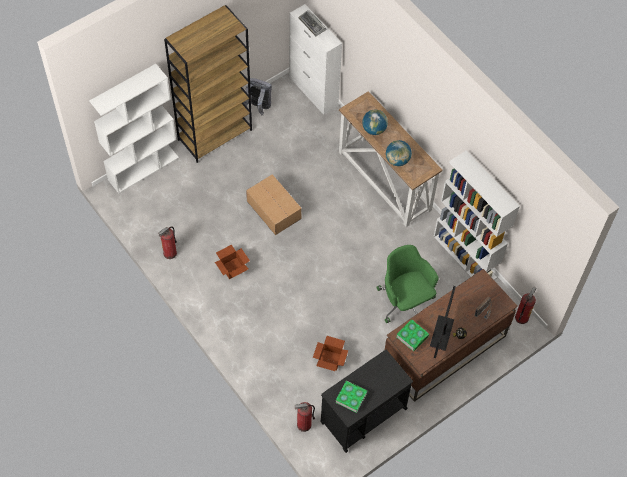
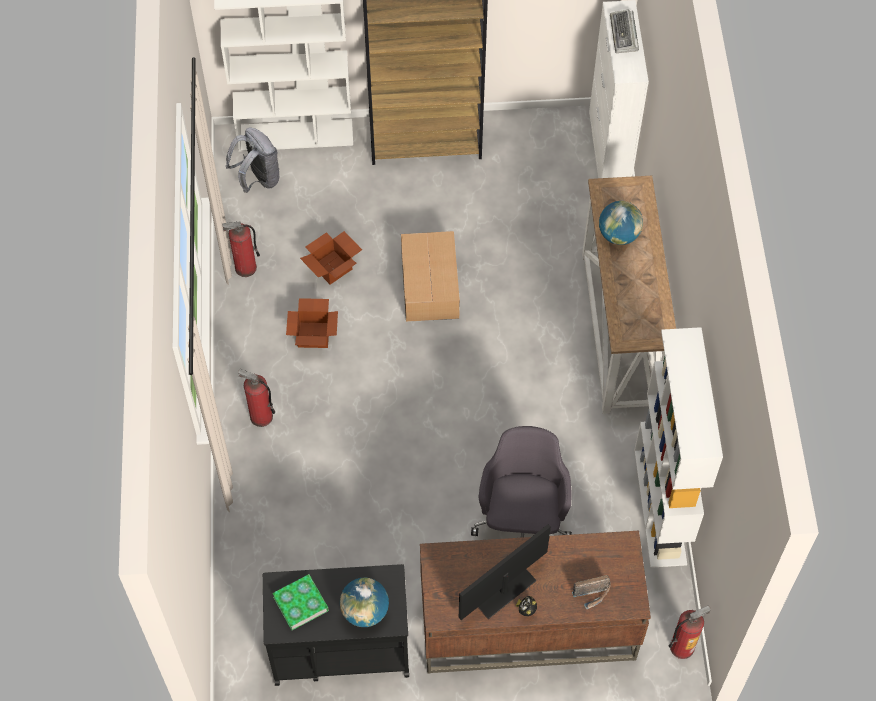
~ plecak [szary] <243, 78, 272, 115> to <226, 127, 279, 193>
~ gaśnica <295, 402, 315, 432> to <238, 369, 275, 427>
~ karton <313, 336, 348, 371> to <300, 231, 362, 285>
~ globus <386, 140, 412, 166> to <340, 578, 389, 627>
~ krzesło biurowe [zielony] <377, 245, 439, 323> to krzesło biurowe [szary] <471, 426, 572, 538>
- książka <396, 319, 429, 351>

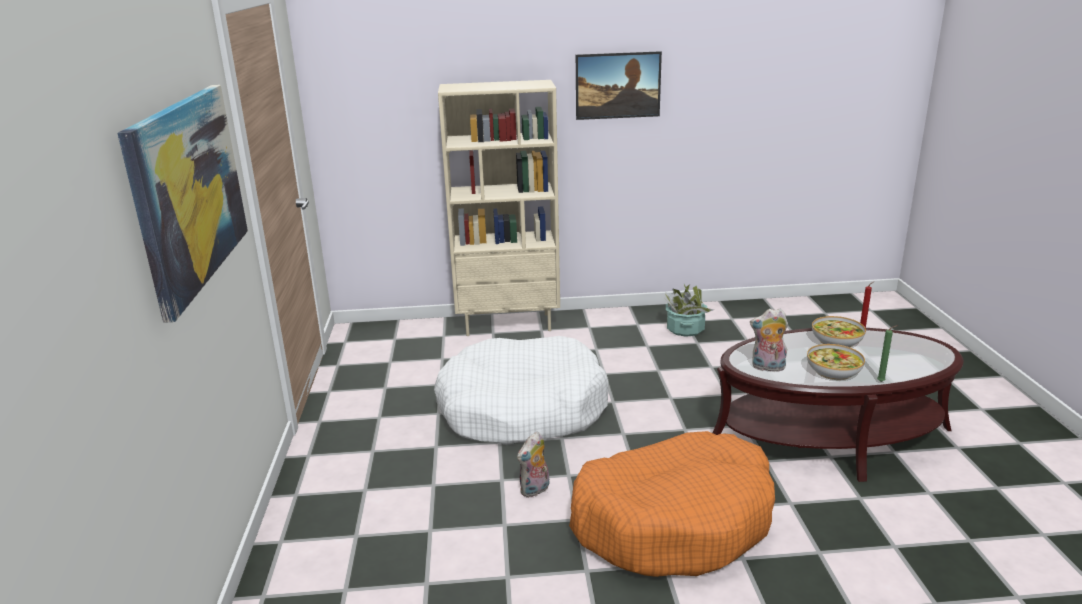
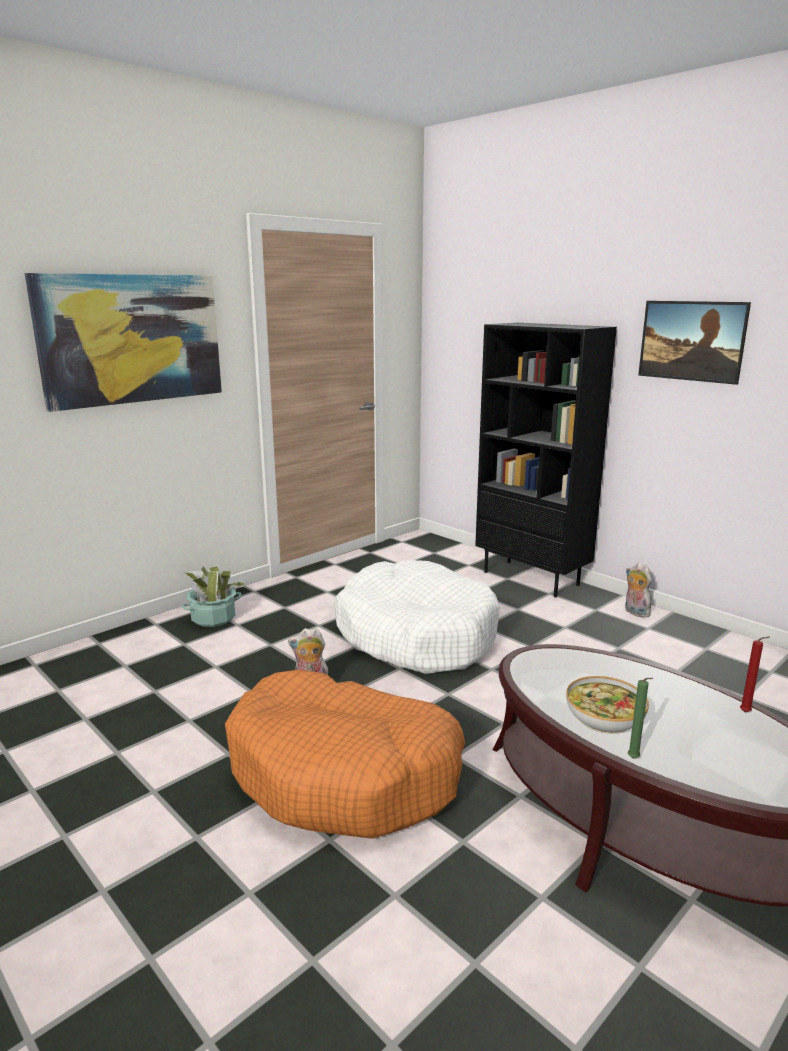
~ roślina doniczkowa <664, 284, 714, 337> to <182, 565, 245, 627>
~ regał [beżowy] <438, 80, 560, 336> to regał [czarny] <475, 323, 617, 597>
~ pluszak <750, 309, 788, 371> to <625, 563, 654, 618>
- miska <812, 316, 866, 347>

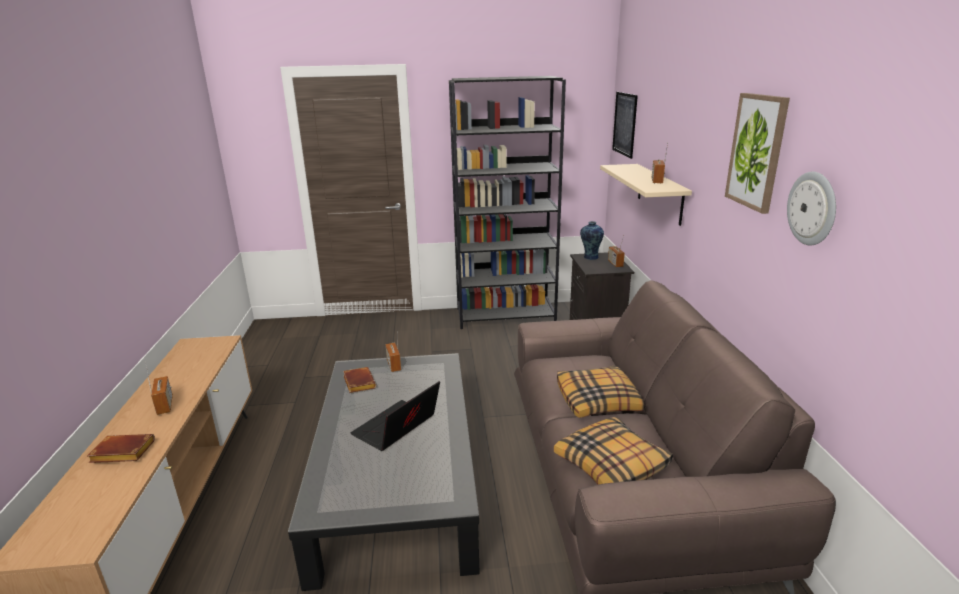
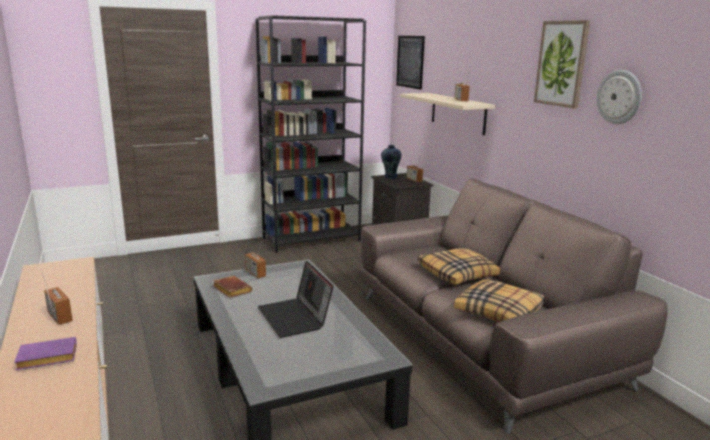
~ książka [brązowy] <87, 434, 155, 463> to książka [fioletowy] <14, 337, 77, 370>
~ laptop <351, 381, 440, 451> = <258, 261, 334, 338> 45 degrees counterclockwise

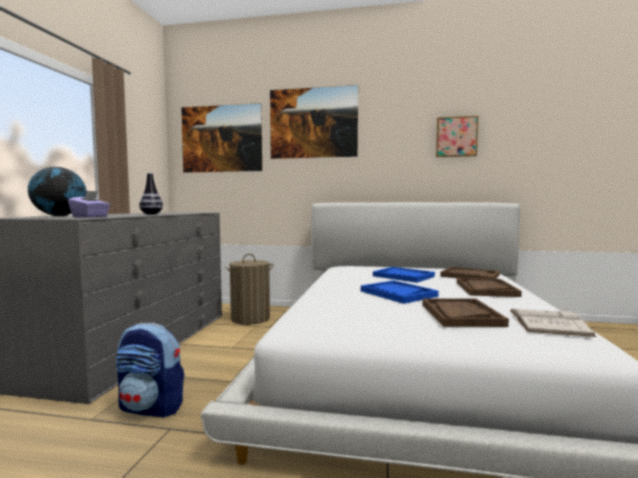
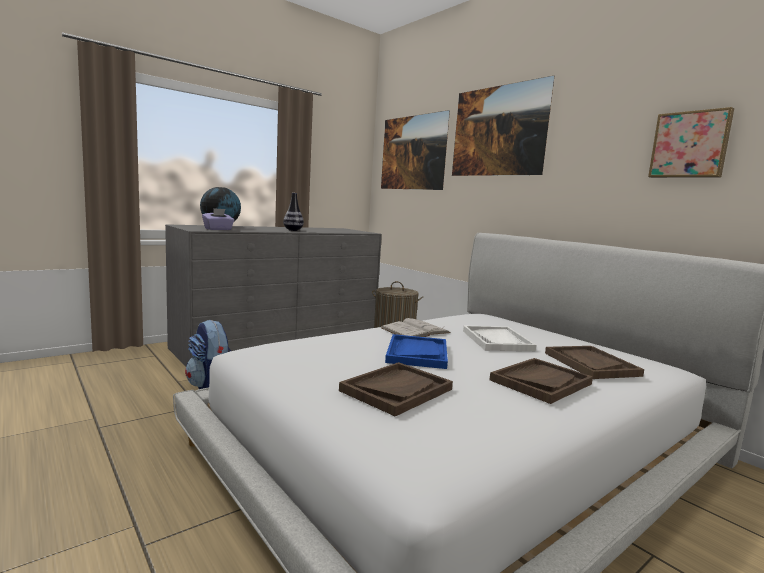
~ książka [biały] <510, 308, 596, 337> to <381, 318, 451, 337>
~ taca [niebieski] <373, 267, 435, 283> to taca [biały] <463, 326, 537, 351>

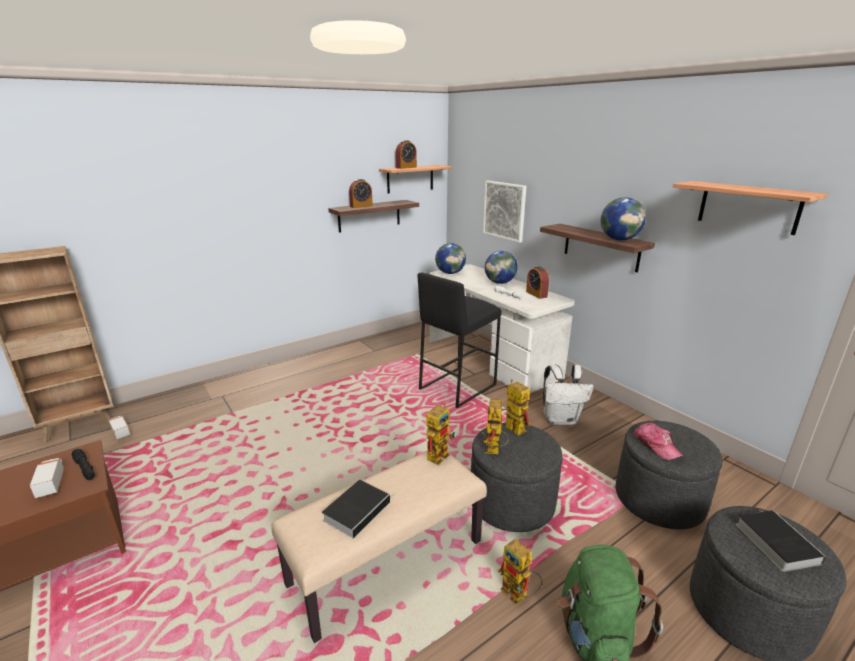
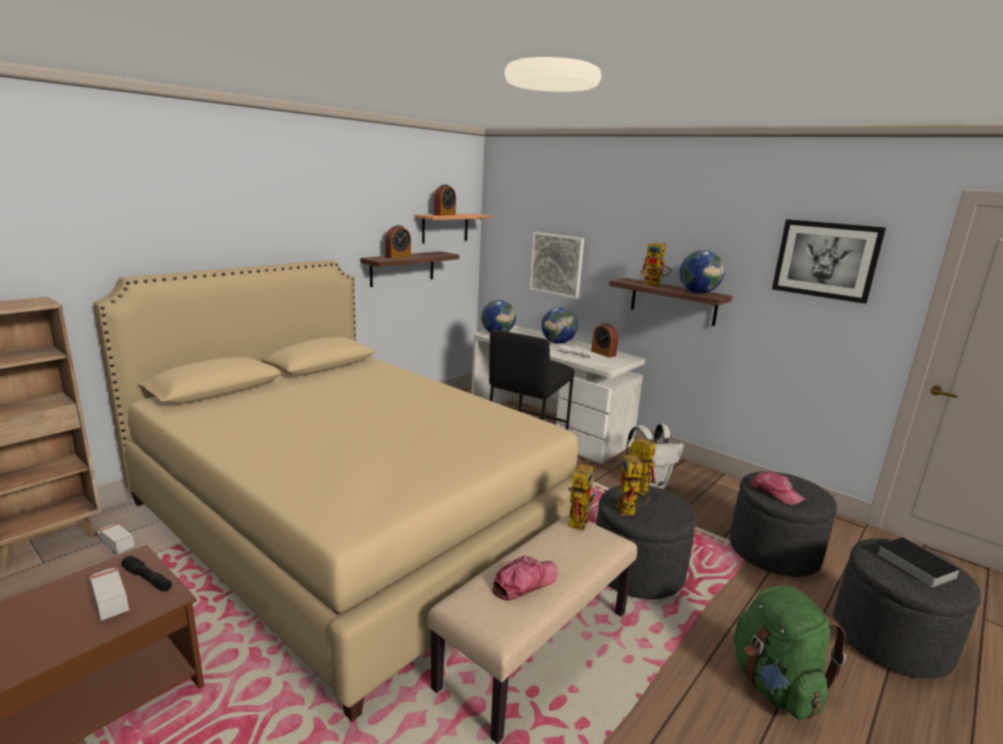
+ łóżko [beżowy] <93, 260, 593, 722>
~ książka <322, 480, 394, 538> to czapka z daszkiem <492, 556, 558, 601>
~ robot zabawkowy <498, 539, 543, 605> to <640, 243, 671, 287>
~ półka <673, 181, 828, 235> to obraz <772, 219, 886, 304>

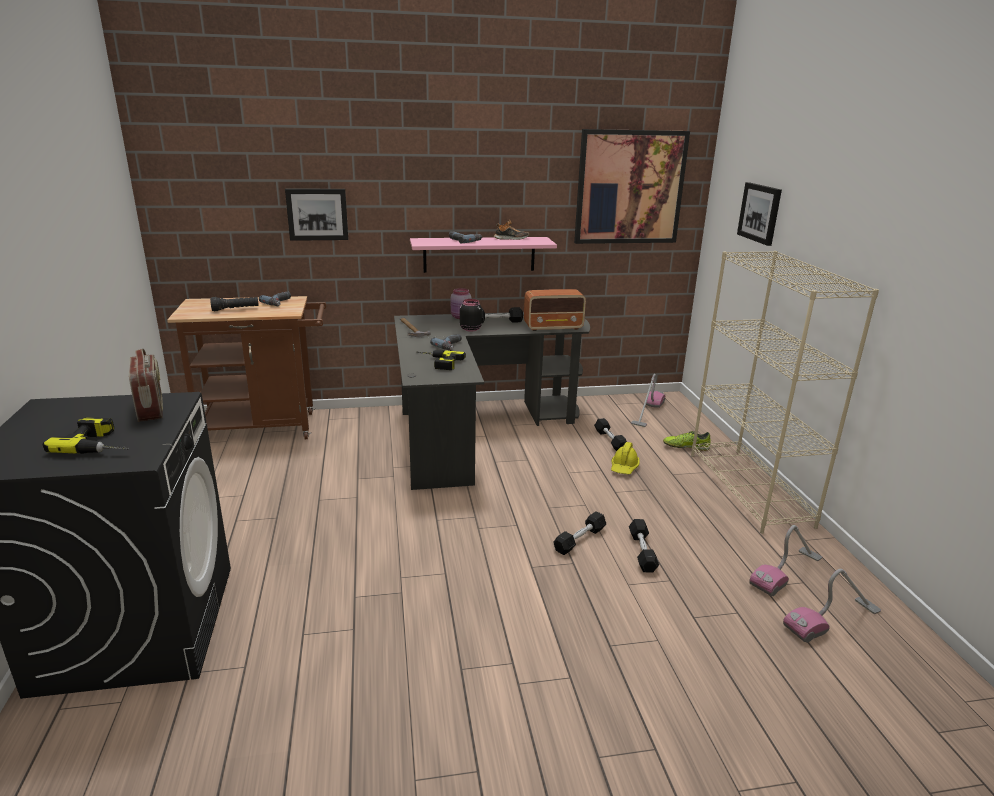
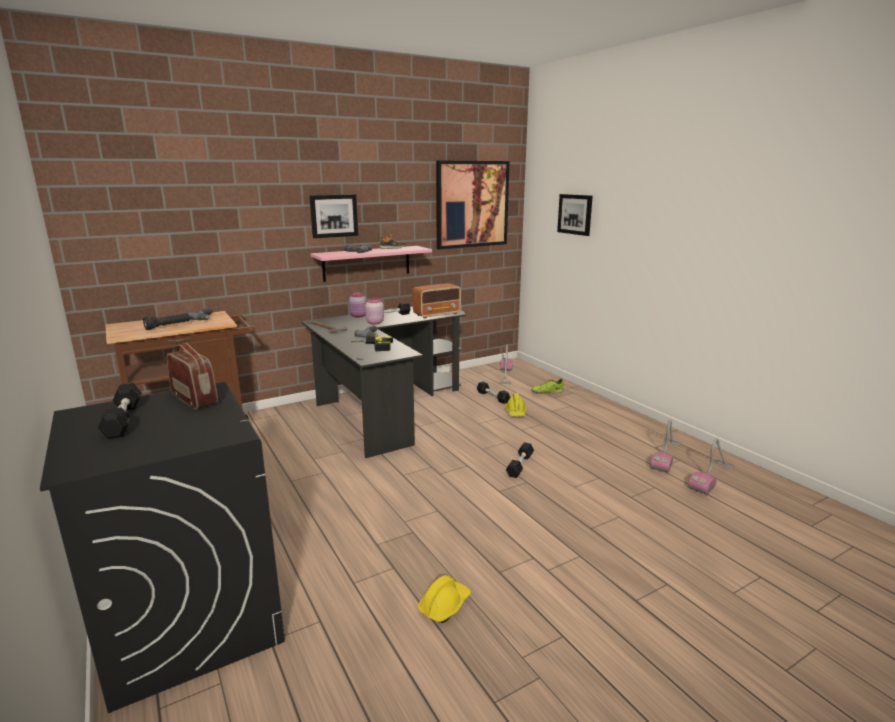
~ hantel [czarny] <629, 519, 659, 573> to <98, 383, 142, 439>
~ obraz <285, 189, 348, 241> to <310, 194, 358, 238>
~ słoik [czarny] <460, 299, 482, 332> to słoik [różowy] <365, 298, 384, 324>
+ kask [żółty] <417, 575, 471, 623>
- wiertarka <43, 417, 129, 454>
- regał [beżowy] <691, 251, 879, 534>

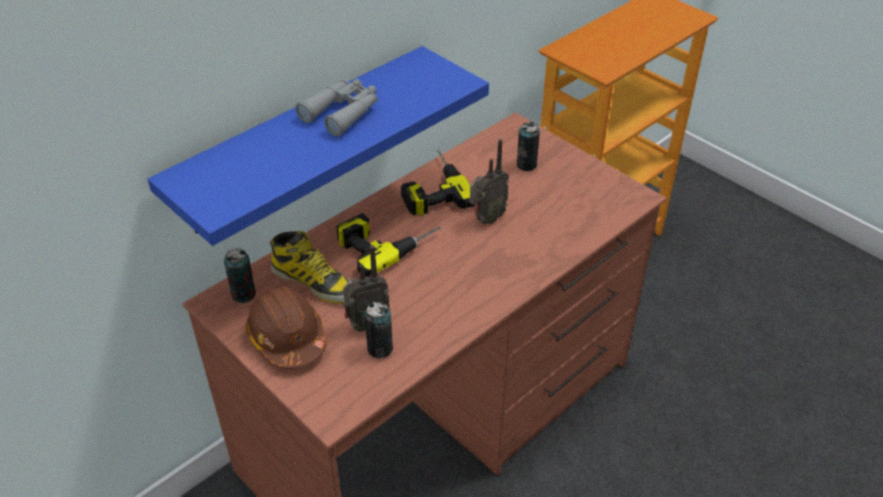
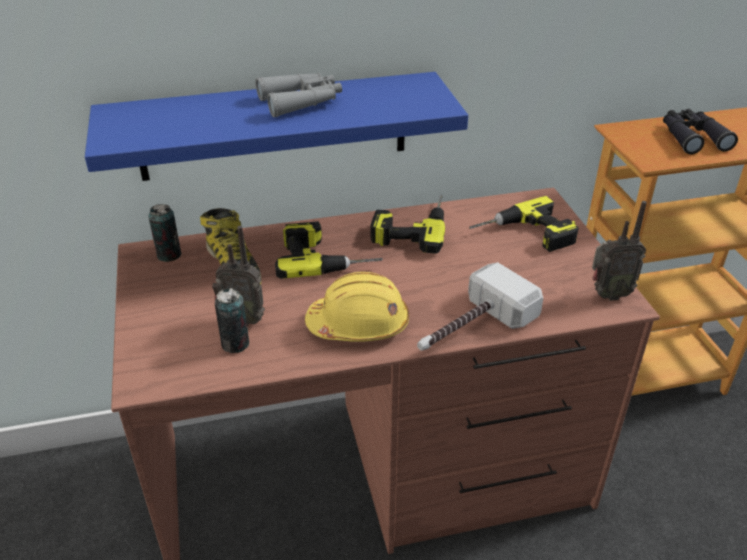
+ kask [żółty] <305, 272, 409, 342>
+ młotek <417, 262, 543, 351>
~ puszka <517, 122, 540, 171> to wiertarka <469, 196, 579, 252>
~ radio <470, 139, 509, 224> to <592, 201, 647, 301>
+ lornetka [czarny] <663, 109, 738, 154>
- kask [brązowy] <246, 286, 327, 370>

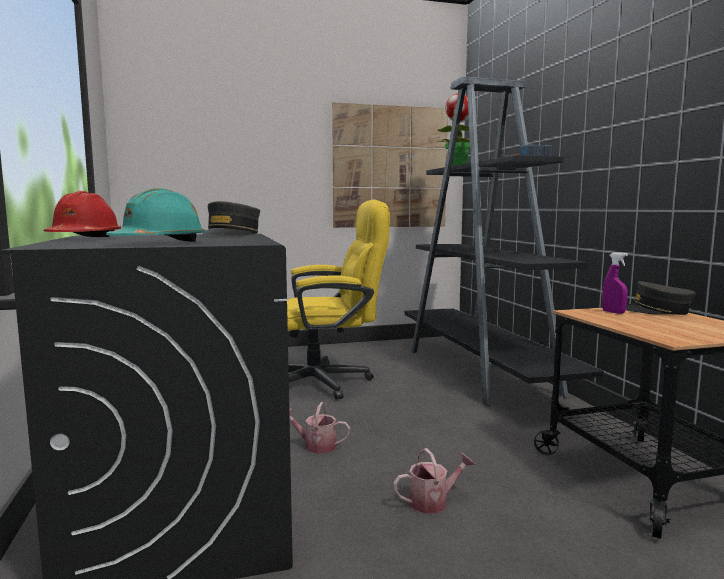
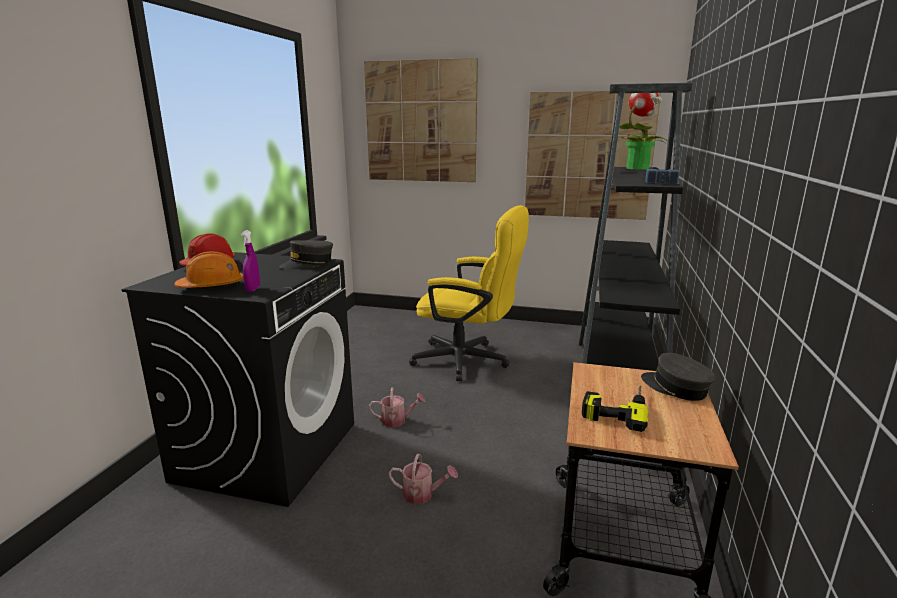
~ kask [turkusowy] <106, 188, 206, 242> to kask [pomarańczowy] <174, 251, 243, 288>
~ spryskiwacz [fioletowy] <602, 252, 628, 314> to <241, 230, 260, 292>
+ obraz <364, 58, 478, 182>
~ konewka <289, 402, 350, 454> = <369, 387, 425, 427> 135 degrees clockwise
+ wiertarka <582, 386, 648, 432>

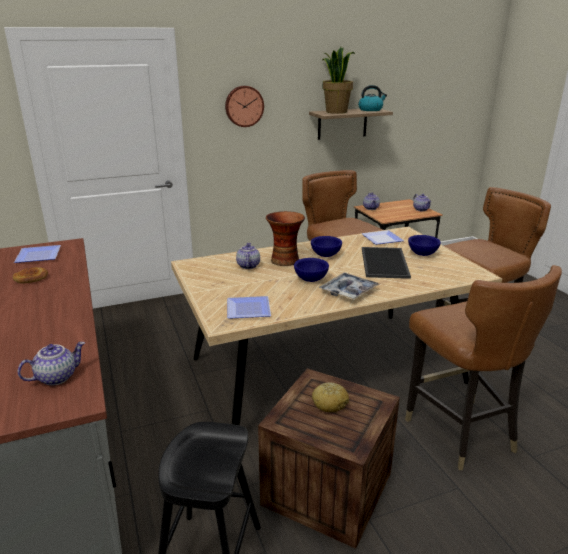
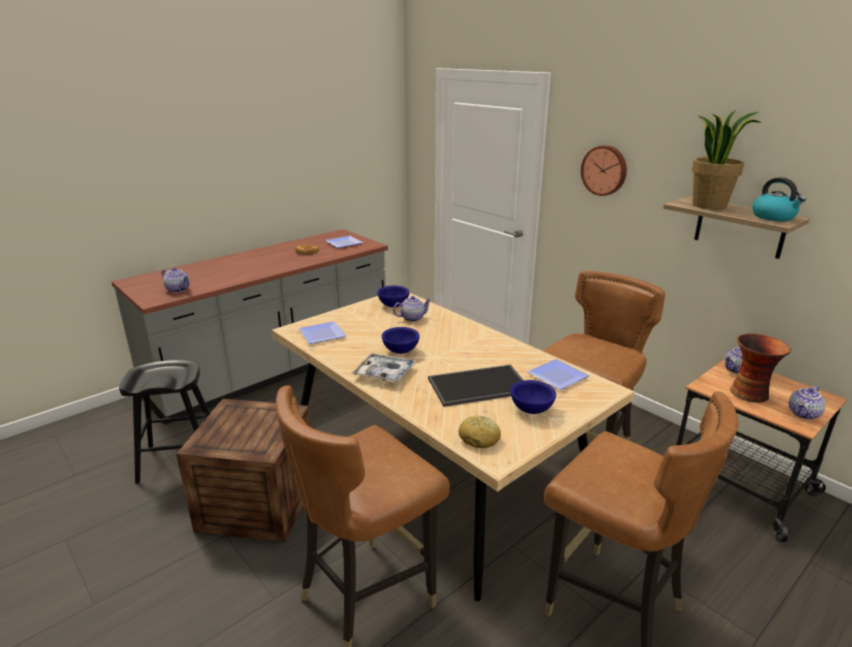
~ miska [niebieski] <311, 236, 342, 257> to <377, 286, 409, 307>
~ chleb <312, 383, 349, 412> to <459, 415, 501, 448>
~ wazon <266, 211, 305, 266> to <730, 333, 791, 403>

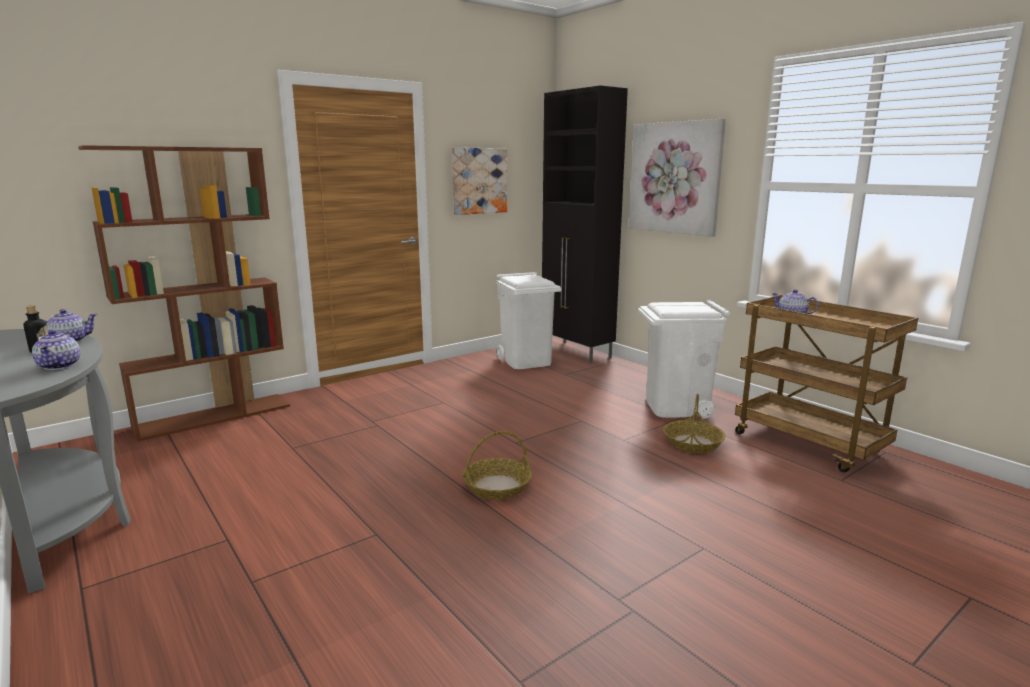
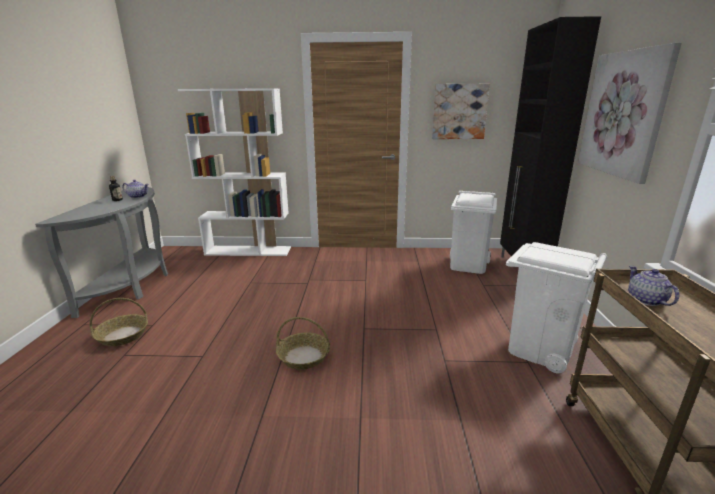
~ koszyk <663, 394, 725, 453> to <89, 298, 148, 346>
~ regał [brązowy] <78, 145, 290, 442> to regał [biały] <178, 88, 291, 256>
- imbryk <32, 330, 80, 370>

